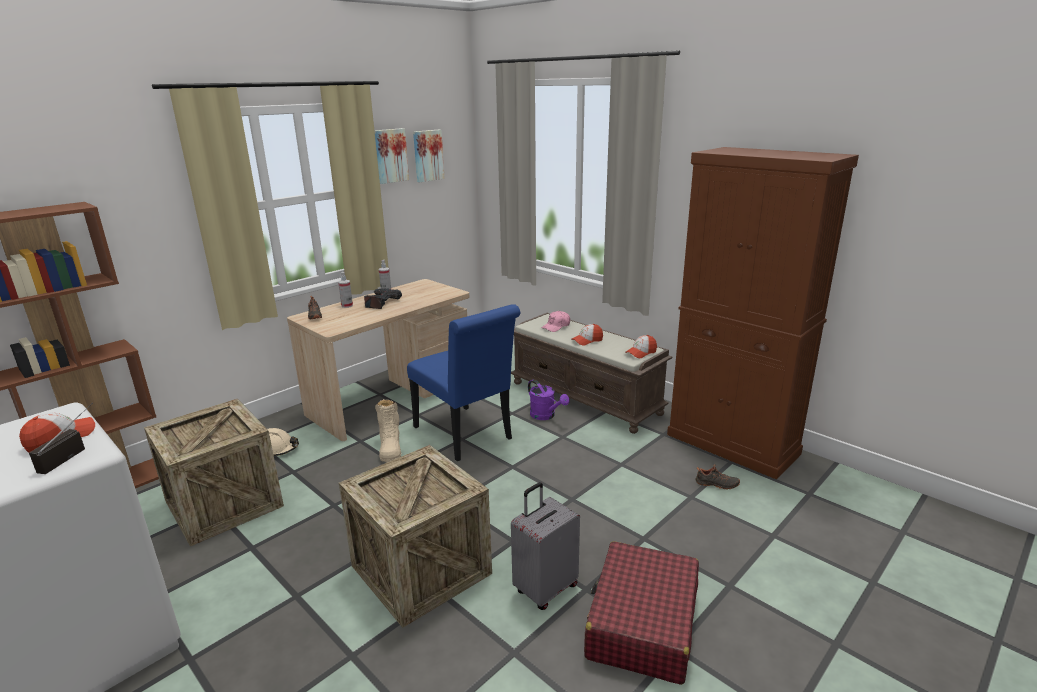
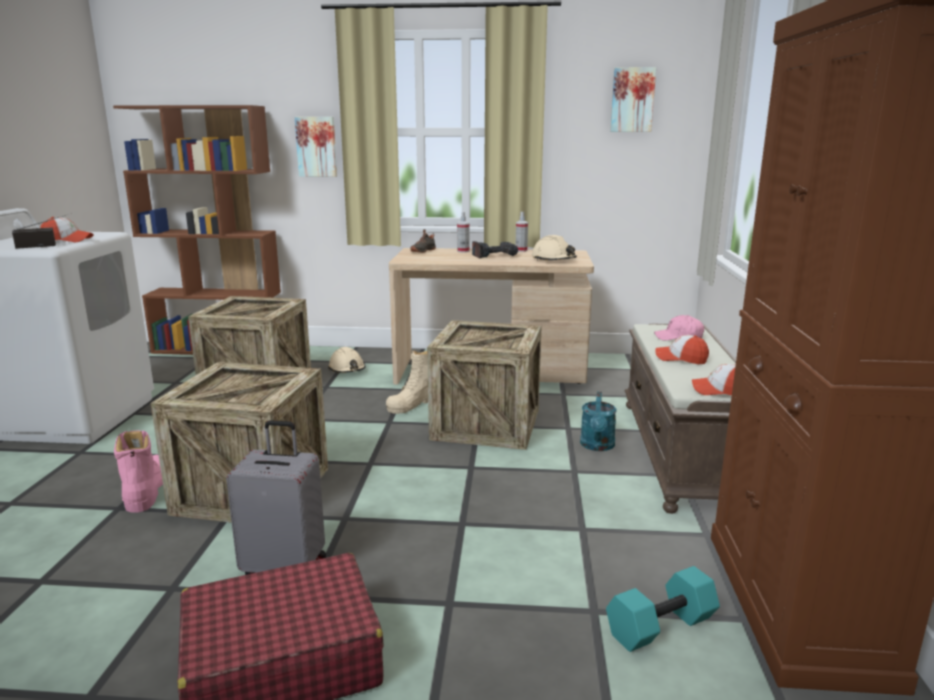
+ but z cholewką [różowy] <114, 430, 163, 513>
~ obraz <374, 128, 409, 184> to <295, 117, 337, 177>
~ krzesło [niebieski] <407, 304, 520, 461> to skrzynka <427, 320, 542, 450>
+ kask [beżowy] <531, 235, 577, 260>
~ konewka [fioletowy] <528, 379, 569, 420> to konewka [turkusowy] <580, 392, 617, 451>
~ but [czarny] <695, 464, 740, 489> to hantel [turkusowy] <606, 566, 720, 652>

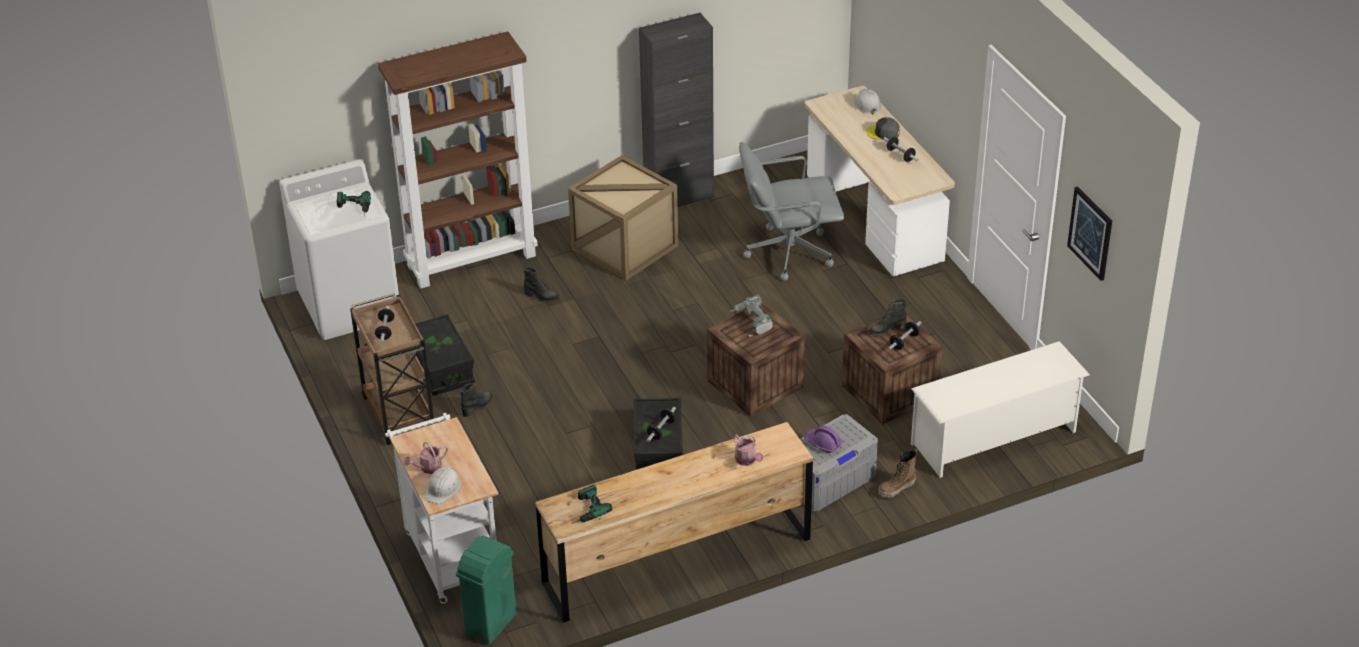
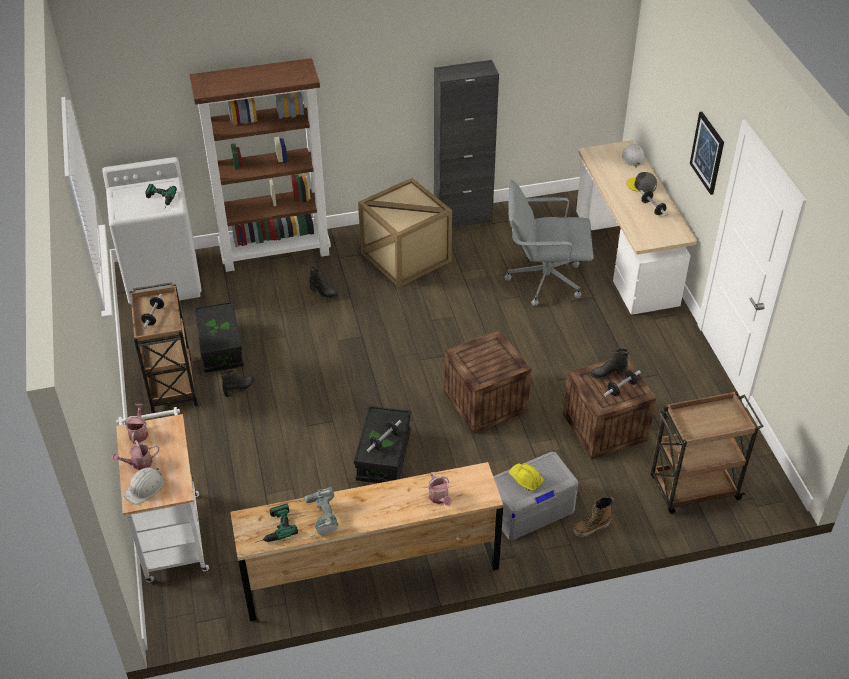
+ konewka <125, 404, 148, 444>
~ wiertarka <729, 295, 773, 337> to <298, 487, 338, 537>
~ kask [fioletowy] <804, 425, 842, 453> to kask [żółty] <509, 464, 544, 491>
~ regał na buty [biały] <911, 341, 1090, 478> to wózek [brązowy] <651, 391, 764, 514>
~ obraz <1067, 187, 1112, 281> to <690, 112, 724, 195>
- kosz na śmieci [zielony] <456, 536, 517, 645>

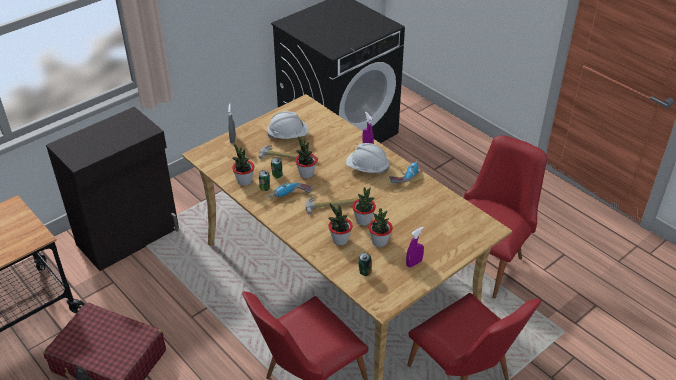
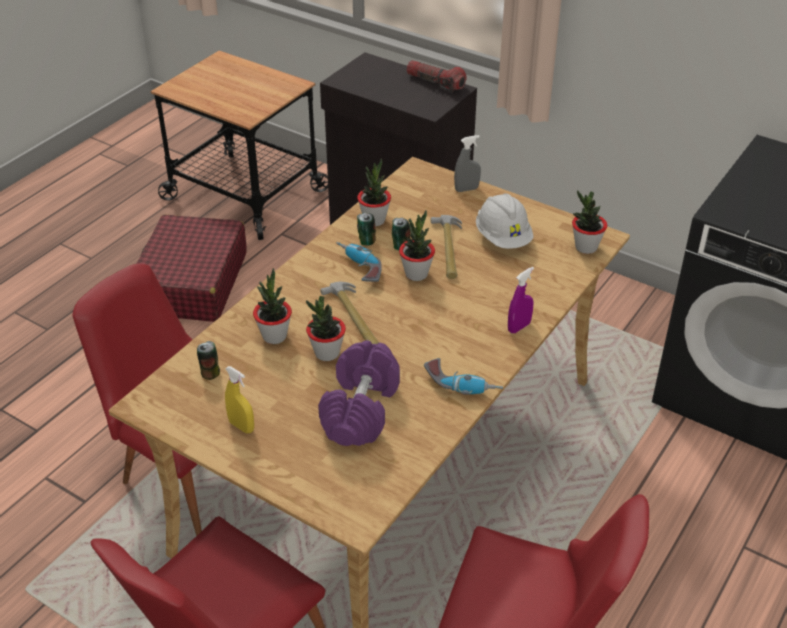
~ spryskiwacz [fioletowy] <406, 227, 424, 268> to spryskiwacz [żółty] <225, 366, 254, 433>
+ hantel [fioletowy] <318, 340, 400, 446>
+ latarka <407, 60, 467, 93>
~ roślina doniczkowa <368, 208, 393, 247> to <572, 190, 607, 254>
- kask [biały] <346, 143, 390, 173>

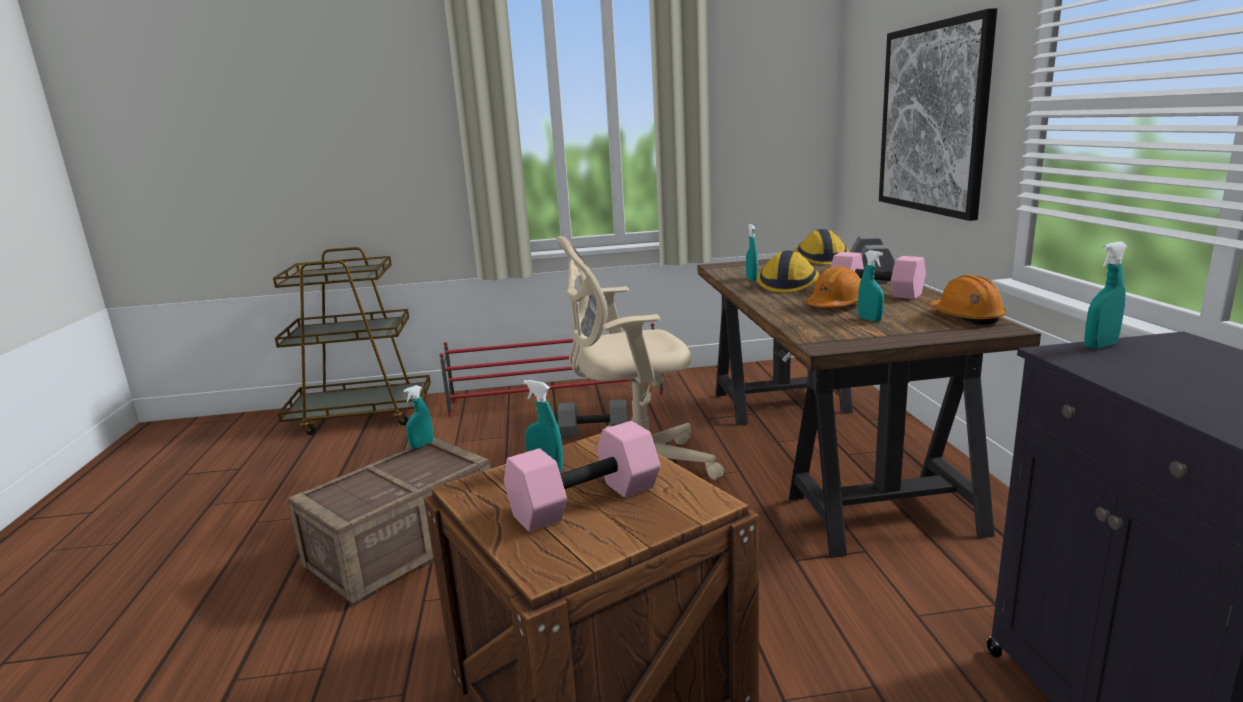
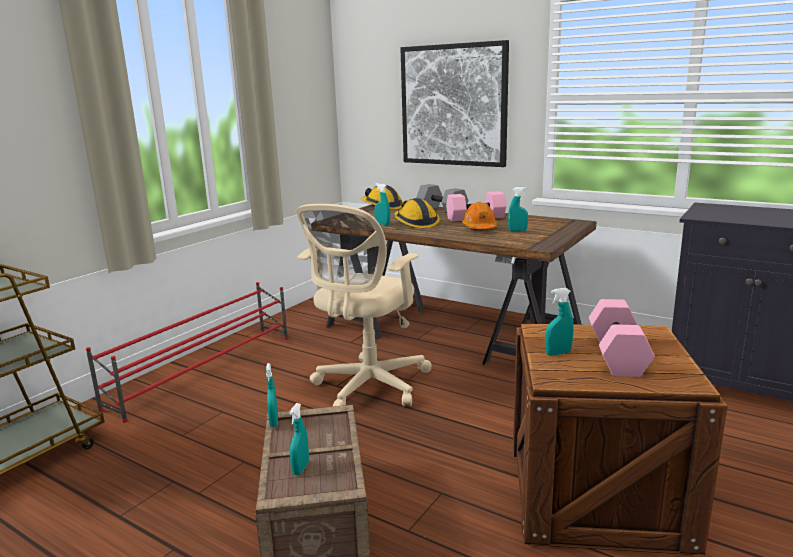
~ spryskiwacz [turkusowy] <1084, 242, 1128, 349> to <289, 403, 309, 475>
- hantel [szary] <558, 399, 628, 438>
- kask [pomarańczowy] <930, 275, 1007, 325>

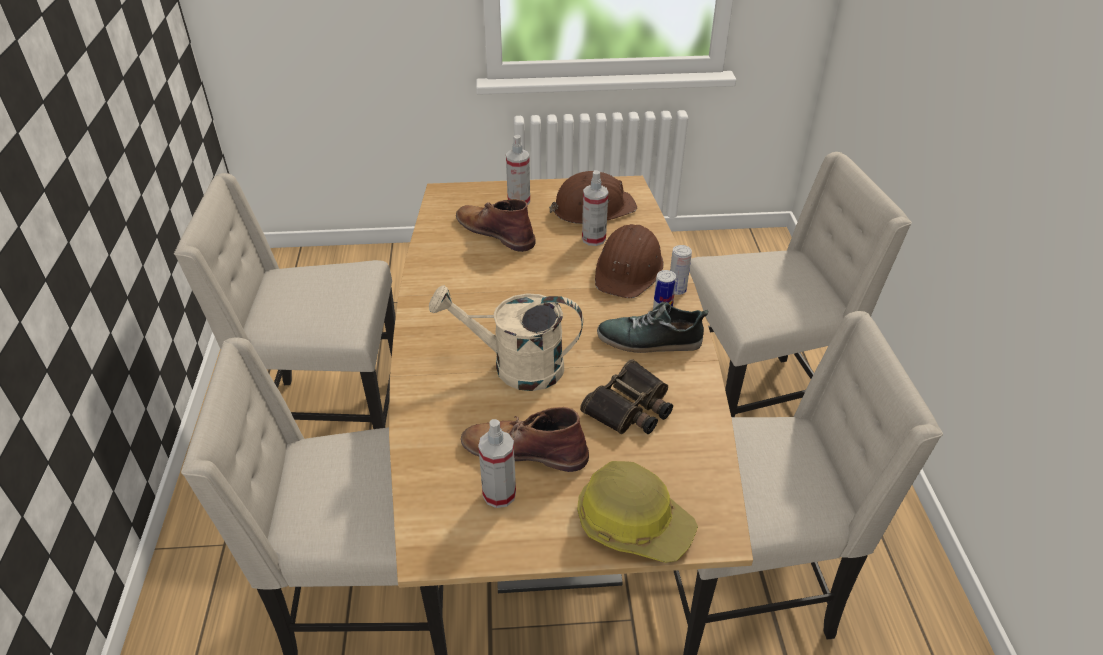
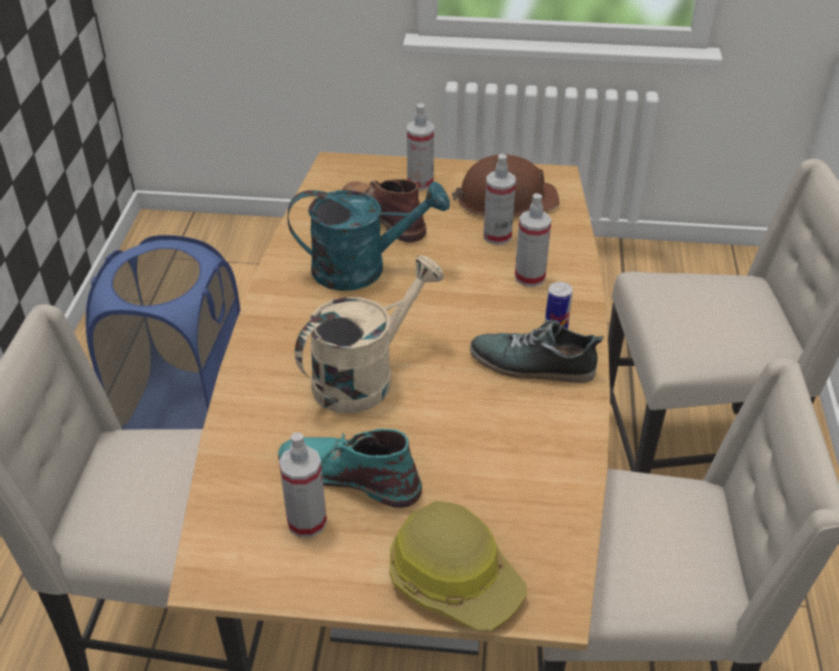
~ krzesło [beżowy] <174, 173, 396, 429> to kosz na pranie [niebieski] <86, 235, 241, 430>
~ but z cholewką [brązowy] <461, 407, 589, 472> to but z cholewką [turkusowy] <278, 429, 422, 508>
+ konewka [turkusowy] <288, 181, 450, 291>
~ konewka [beżowy] <429, 285, 583, 391> = <295, 255, 444, 413> 120 degrees clockwise
~ kask [brązowy] <595, 224, 663, 298> to spryskiwacz <515, 193, 551, 287>
- lornetka <580, 359, 673, 434>
- puszka <670, 245, 692, 295>

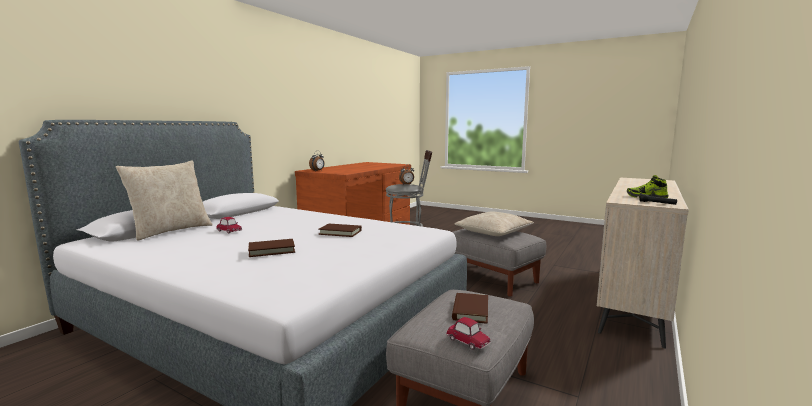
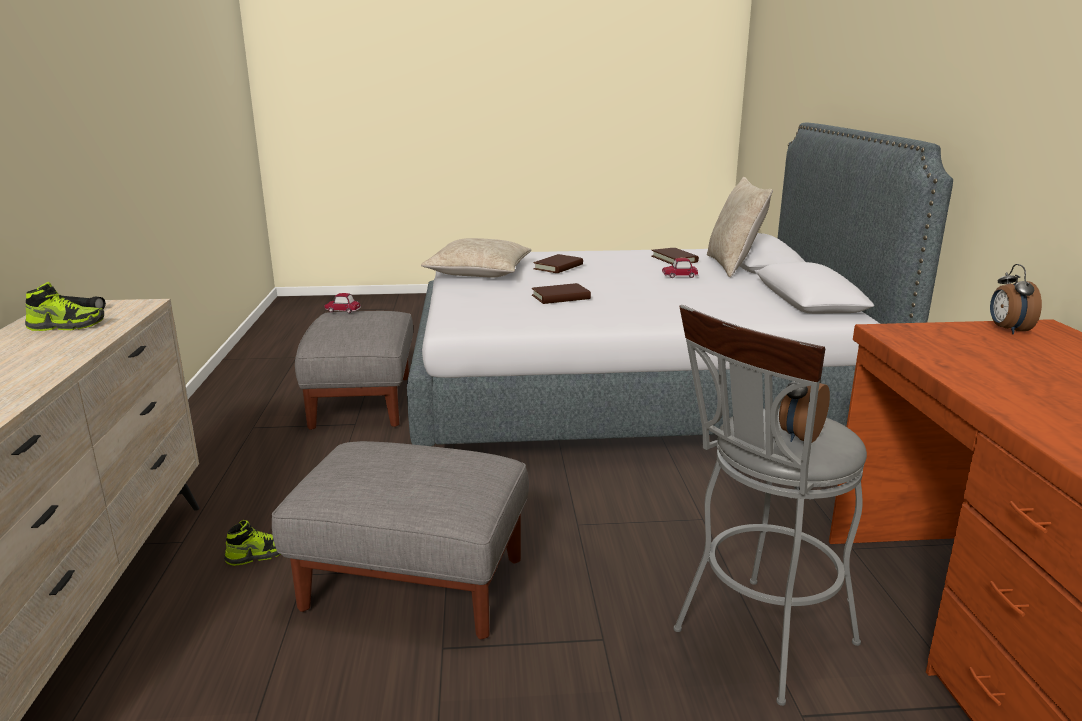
+ but <224, 520, 281, 566>
~ poduszka [beżowy] <454, 211, 534, 236> to <421, 238, 531, 278>
~ książka [brązowy] <452, 293, 488, 324> to <651, 248, 699, 265>

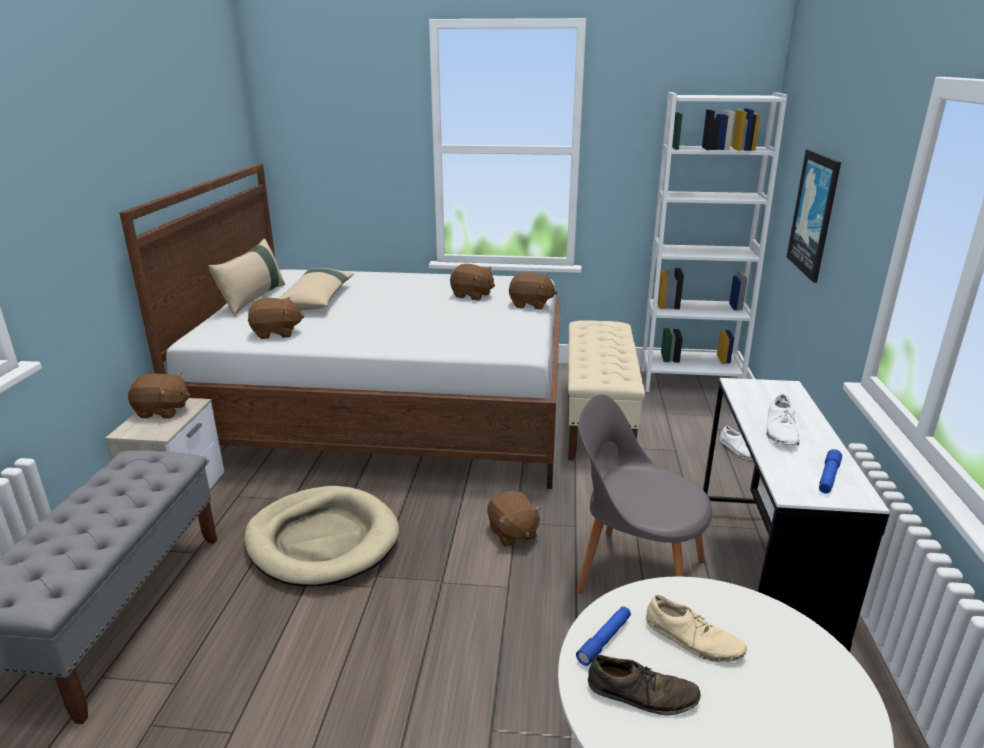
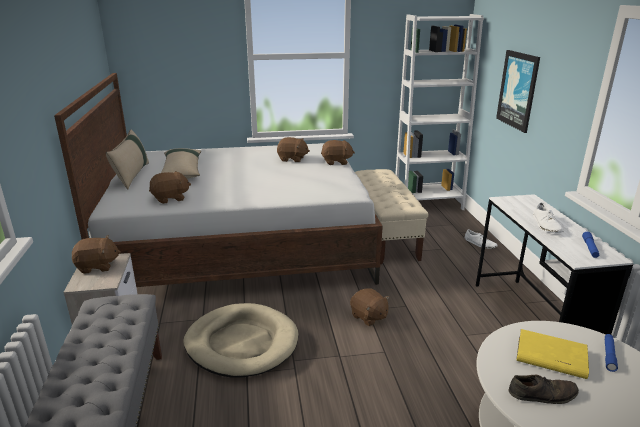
~ but [beżowy] <646, 595, 747, 662> to książka [żółty] <516, 329, 589, 379>
~ latarka [niebieski] <576, 606, 631, 666> to <605, 334, 618, 372>
- krzesło [szary] <576, 395, 712, 594>

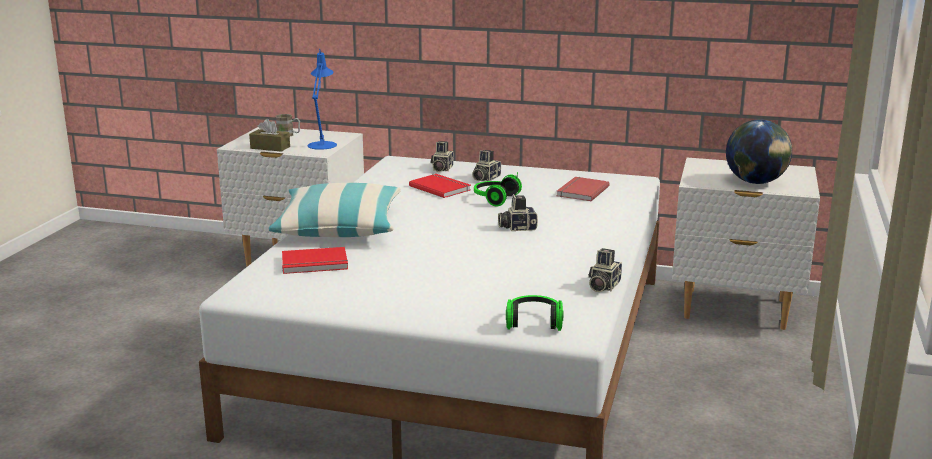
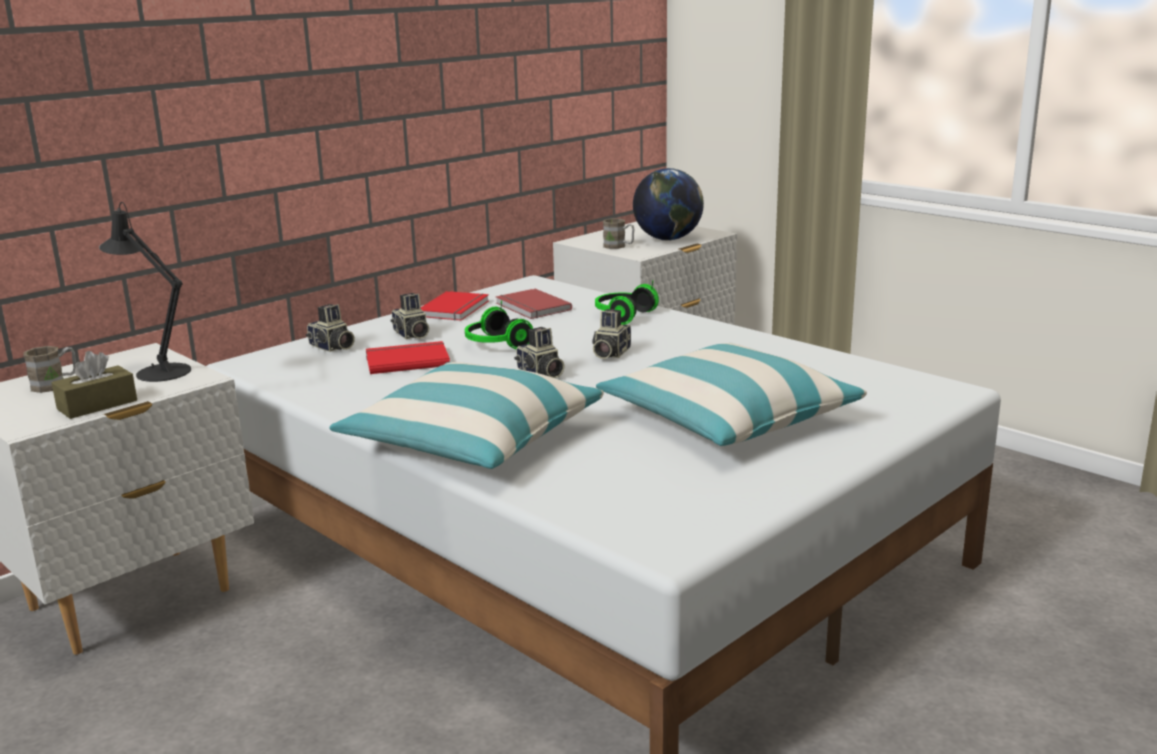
~ lampa stołowa [niebieski] <308, 49, 337, 150> to lampa stołowa [czarny] <99, 202, 191, 382>
~ książka [czerwony] <282, 247, 348, 274> to <421, 291, 489, 321>
~ aparat fotograficzny <588, 248, 622, 292> to <514, 327, 565, 378>
~ słuchawki <506, 295, 563, 331> to <595, 280, 659, 325>
+ poduszka <596, 343, 867, 446>
+ kubek [brązowy] <603, 219, 635, 249>

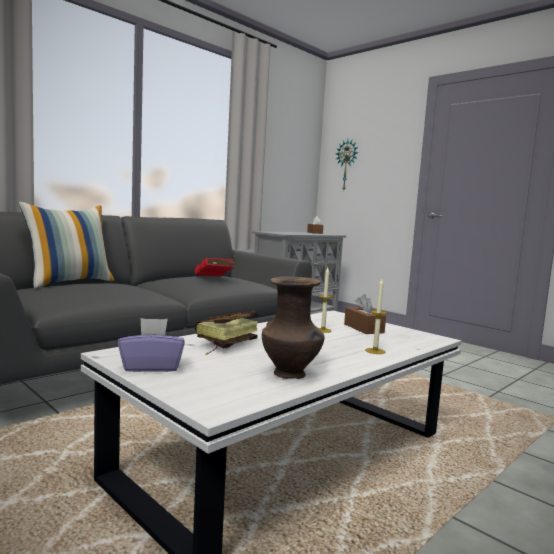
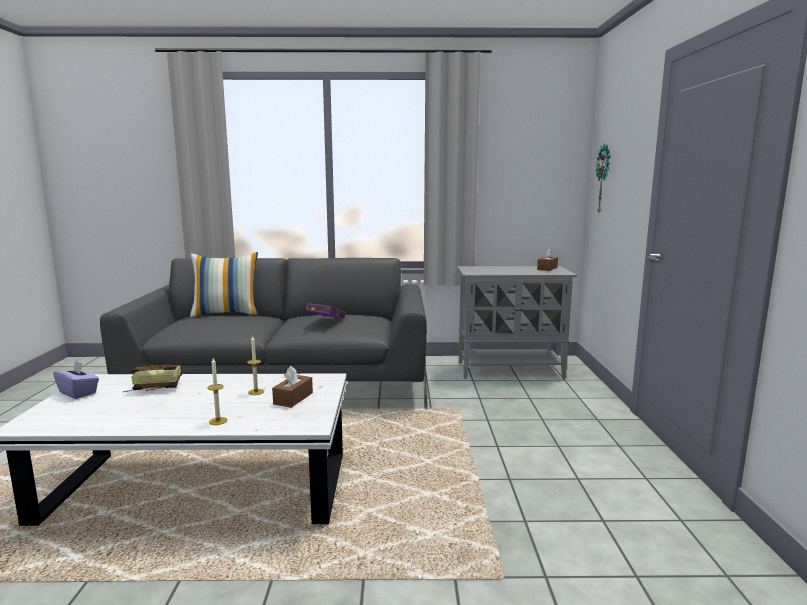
~ książka [czerwony] <195, 258, 234, 277> to książka [fioletowy] <306, 303, 346, 319>
- wazon [brązowy] <262, 276, 325, 379>

